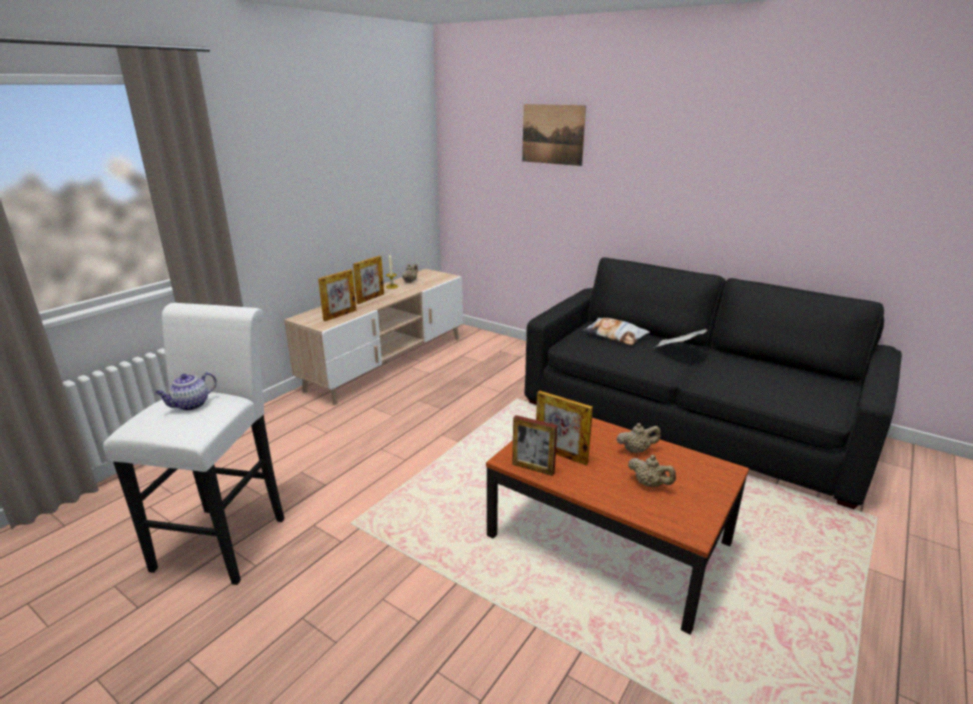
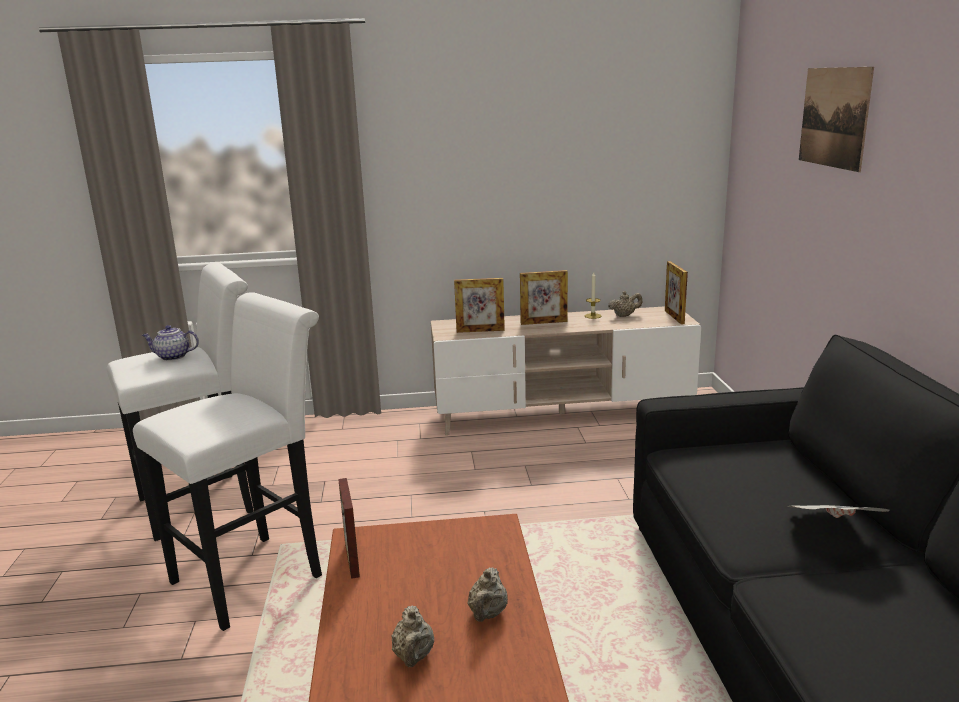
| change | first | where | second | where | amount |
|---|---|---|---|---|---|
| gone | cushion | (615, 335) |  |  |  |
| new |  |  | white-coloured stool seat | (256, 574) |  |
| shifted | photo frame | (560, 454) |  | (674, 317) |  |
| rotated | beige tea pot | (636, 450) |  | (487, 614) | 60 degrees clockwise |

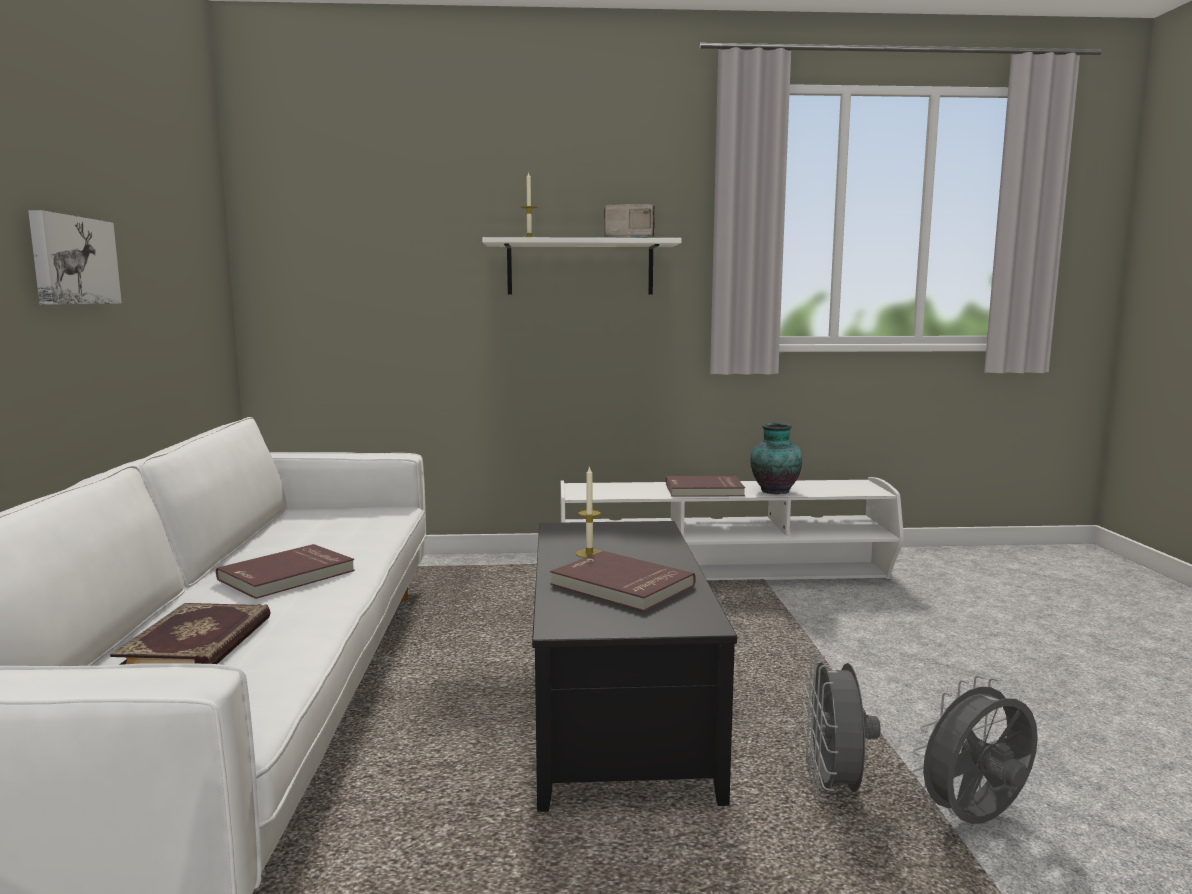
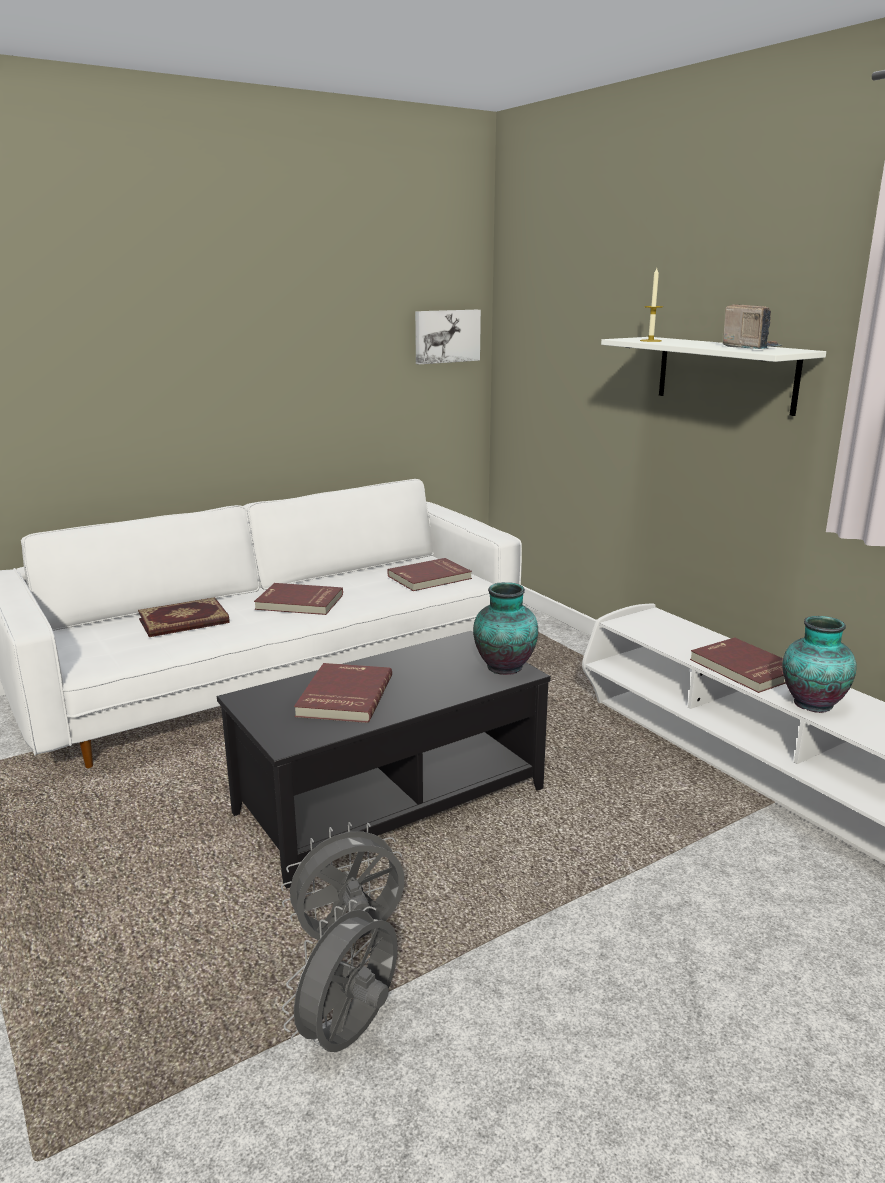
| change | first | where | second | where | amount |
|---|---|---|---|---|---|
| gone | wax candle | (589, 553) |  |  |  |
| new |  |  | red book | (430, 578) |  |
| new |  |  | decorative vase | (504, 668) |  |
| shifted | wall art | (72, 260) |  | (446, 336) |  |
| rotated | grey cooling fan | (975, 821) |  | (351, 1035) | 90 degrees counterclockwise |

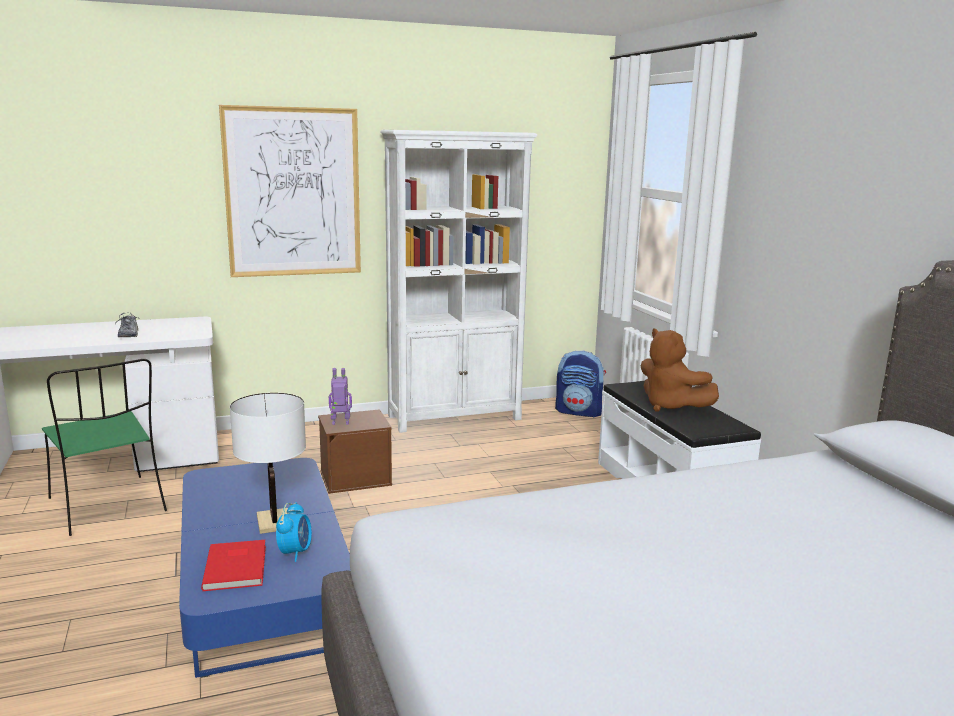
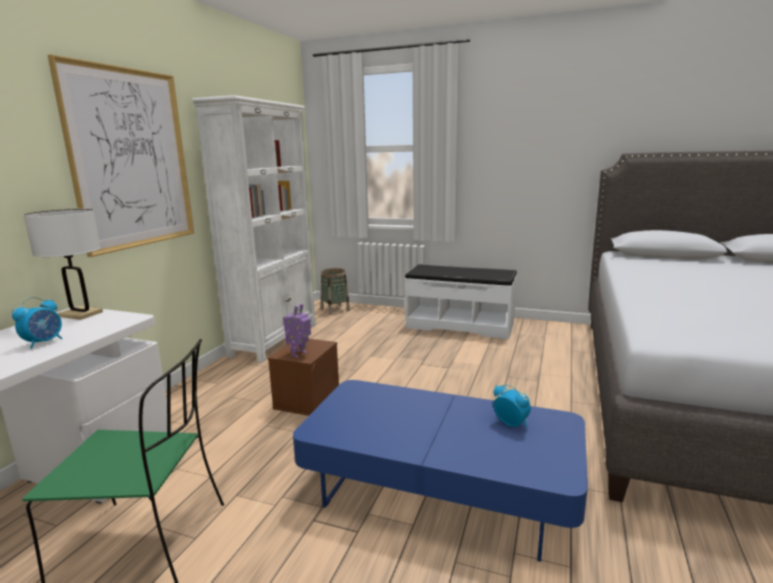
| change | first | where | second | where | amount |
|---|---|---|---|---|---|
| gone | red book | (237, 566) |  |  |  |
| gone | brown soft toy | (670, 406) |  |  |  |
| shifted | white-coloured table lamp | (274, 522) |  | (80, 314) |  |
| swapped | shoe | (129, 334) | bedside clock | (44, 342) |  |
| swapped | backpack | (579, 412) | storage basket | (335, 310) |  |

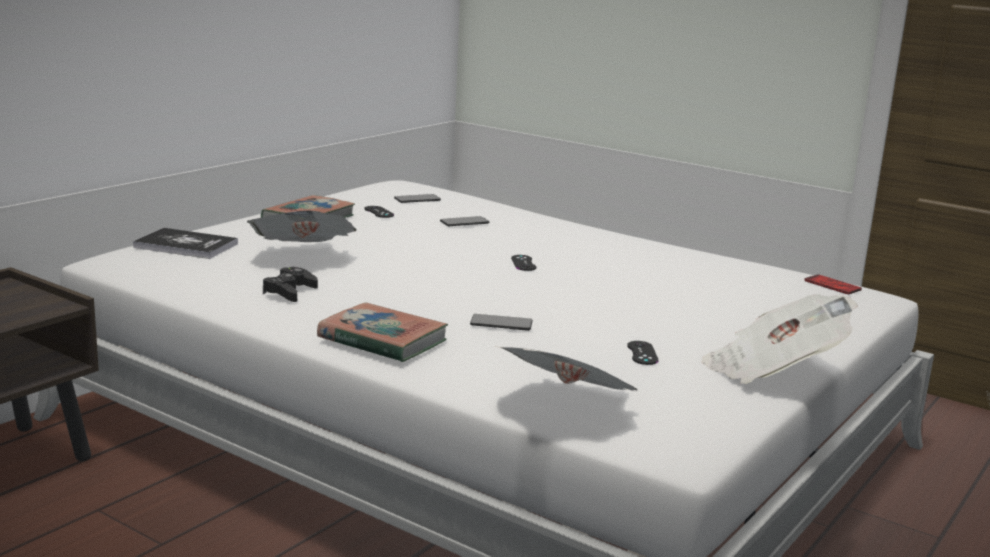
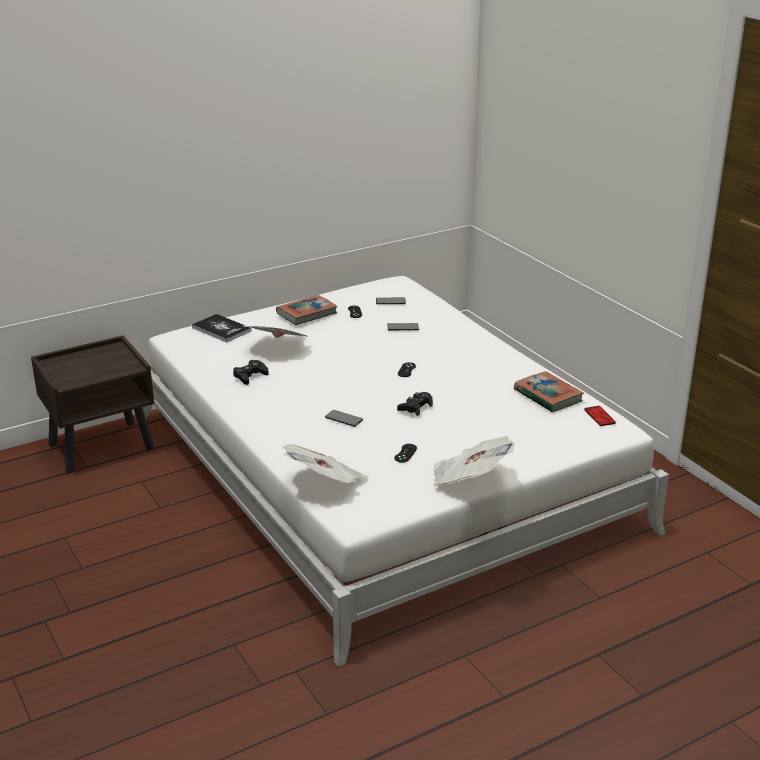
| change | first | where | second | where | amount |
|---|---|---|---|---|---|
| new |  |  | blackish gamepad | (415, 407) |  |
| shifted | book | (382, 340) |  | (548, 396) |  |

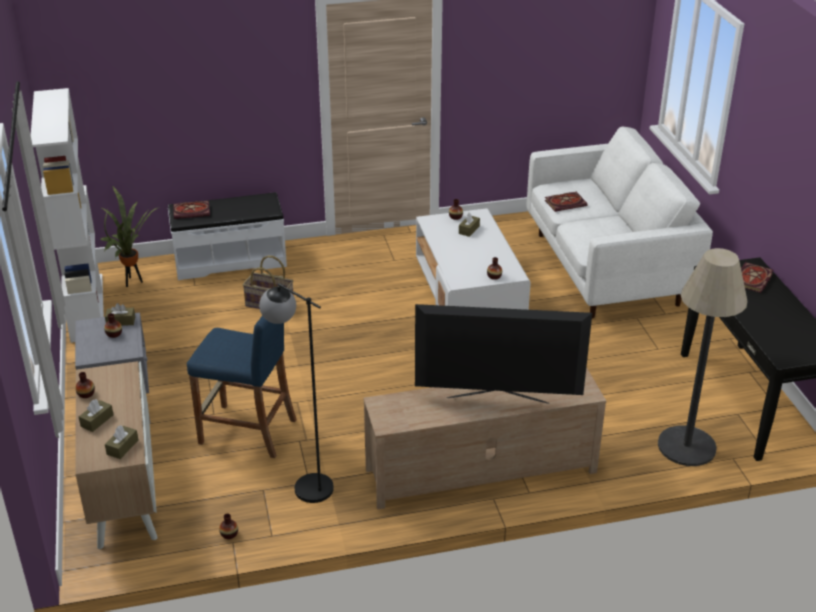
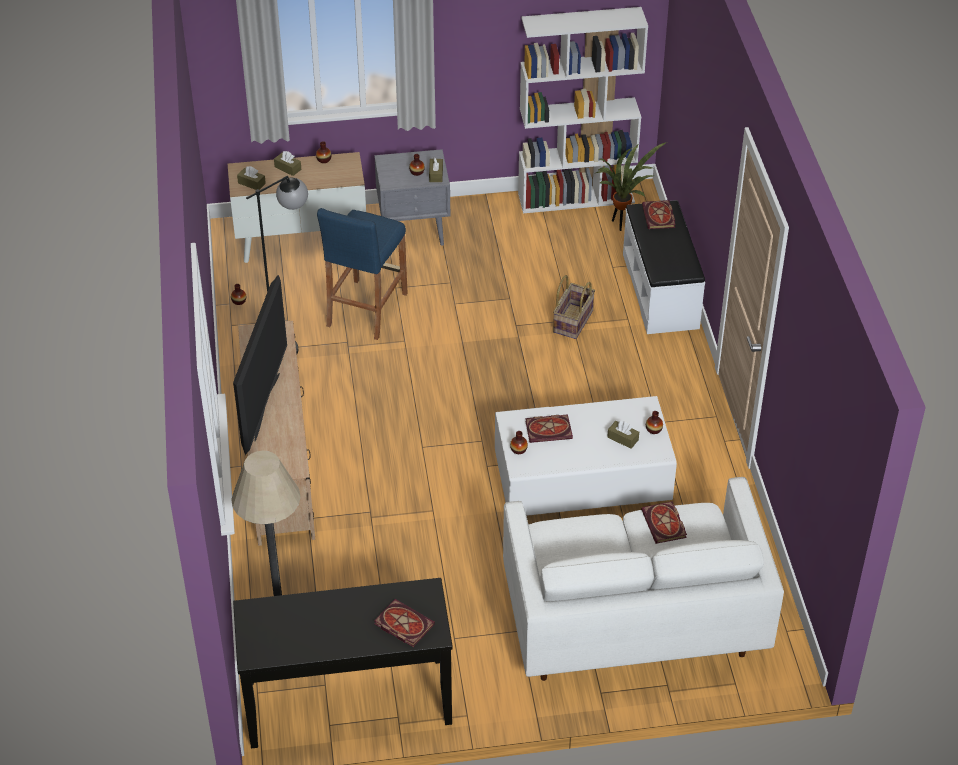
| change | first | where | second | where | amount |
|---|---|---|---|---|---|
| new |  |  | book | (549, 429) |  |

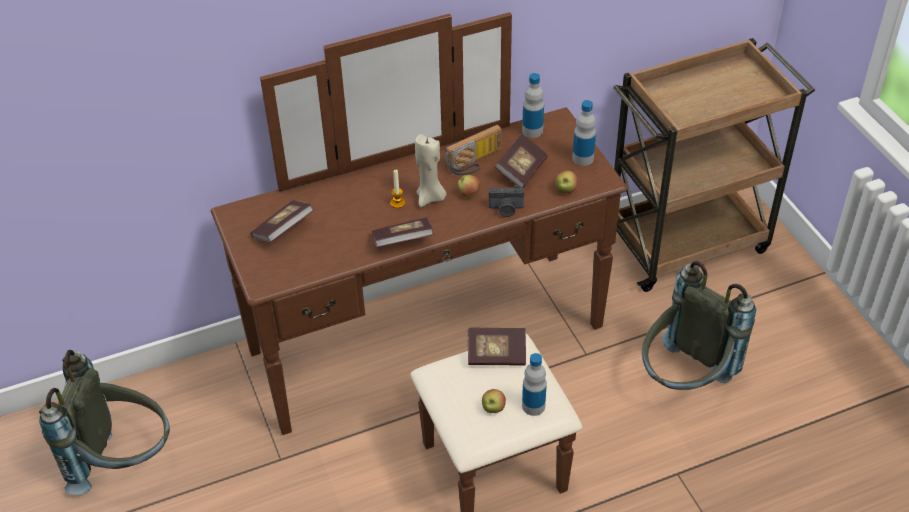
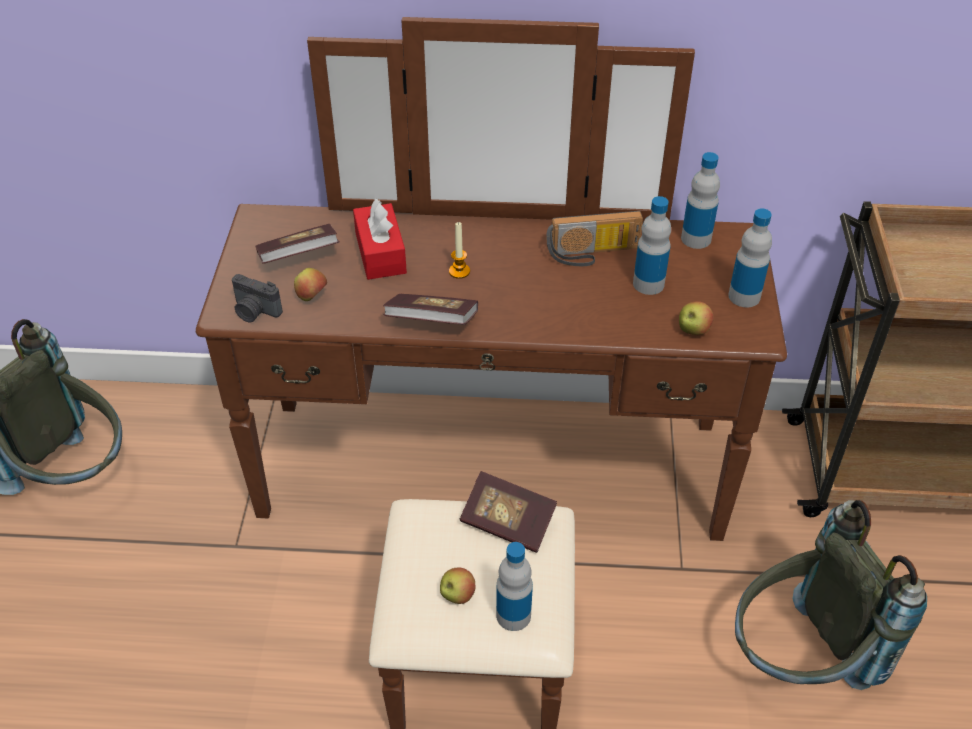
| change | first | where | second | where | amount |
|---|---|---|---|---|---|
| gone | beige wax candle | (430, 198) |  |  |  |
| new |  |  | red box of tissues | (380, 253) |  |
| shifted | apple fruit | (469, 194) |  | (312, 297) |  |
| shifted | photo camera | (506, 209) |  | (255, 312) |  |
| swapped | book | (521, 170) | bottle | (648, 284) |  |

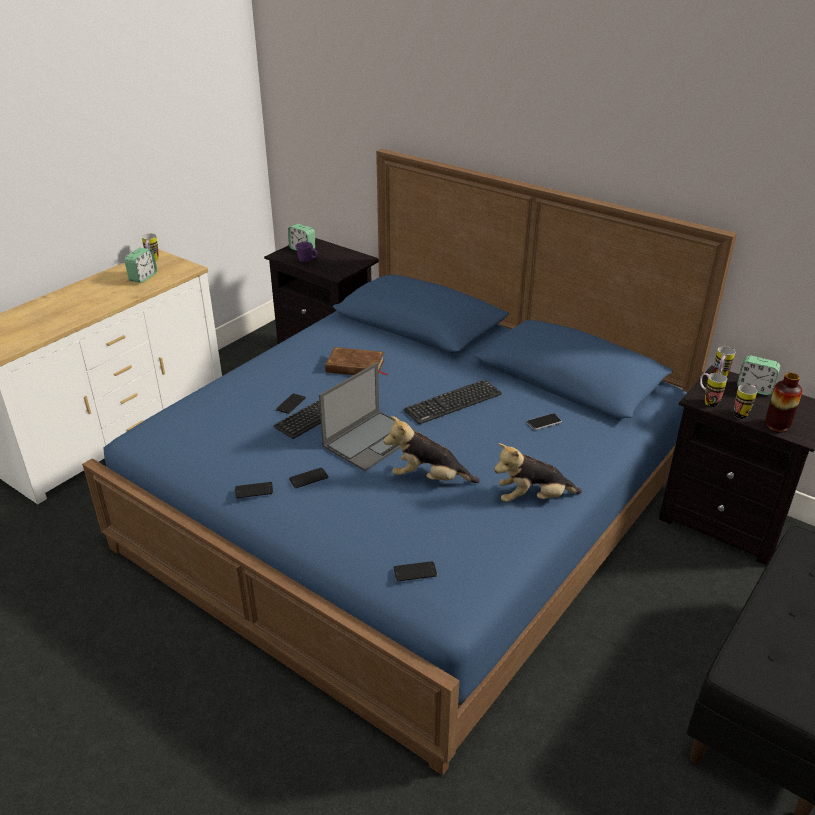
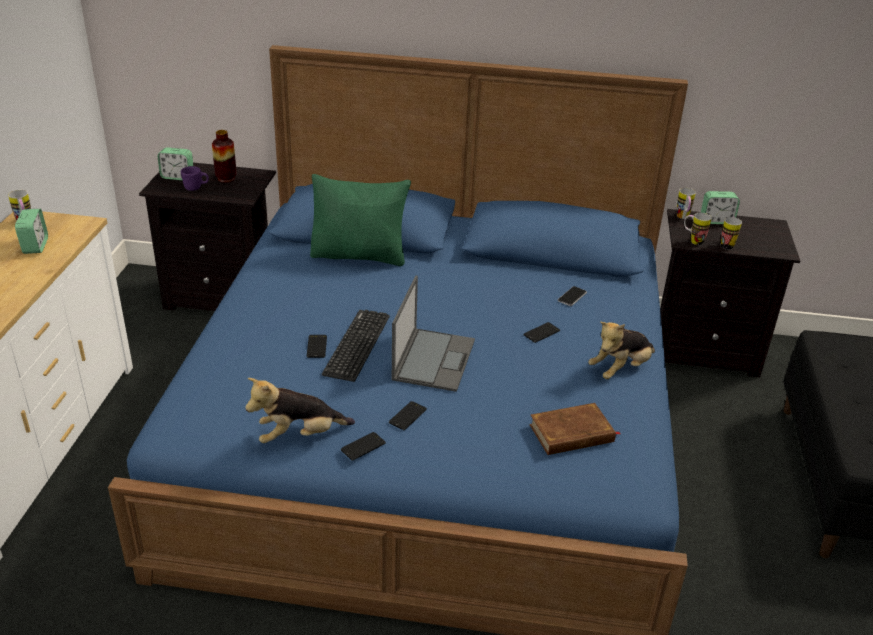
| change | first | where | second | where | amount |
|---|---|---|---|---|---|
| gone | PC keyboard | (453, 402) |  |  |  |
| new |  |  | greenish cushion | (359, 255) |  |
| shifted | brown book | (355, 366) |  | (572, 434) |  |
| shifted | soft toy | (429, 478) |  | (299, 435) |  |
| shifted | phone | (415, 572) |  | (541, 333) |  |
| shifted | decorative vase | (776, 426) |  | (226, 179) |  |

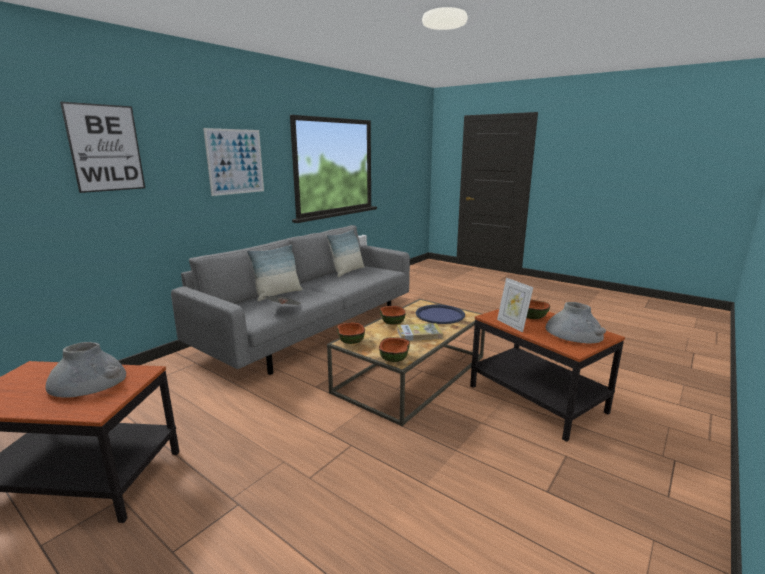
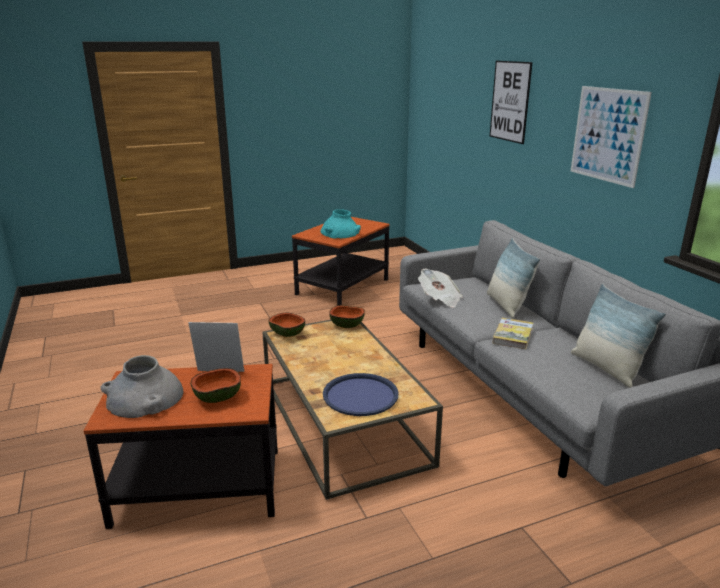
| change | first | where | second | where | amount |
|---|---|---|---|---|---|
| gone | deep dish | (392, 322) |  |  |  |
| shifted | book | (419, 334) |  | (513, 335) |  |
| repainted | grey decorative vase | (88, 382) | turquoise-coloured decorative vase | (340, 233) |  |

